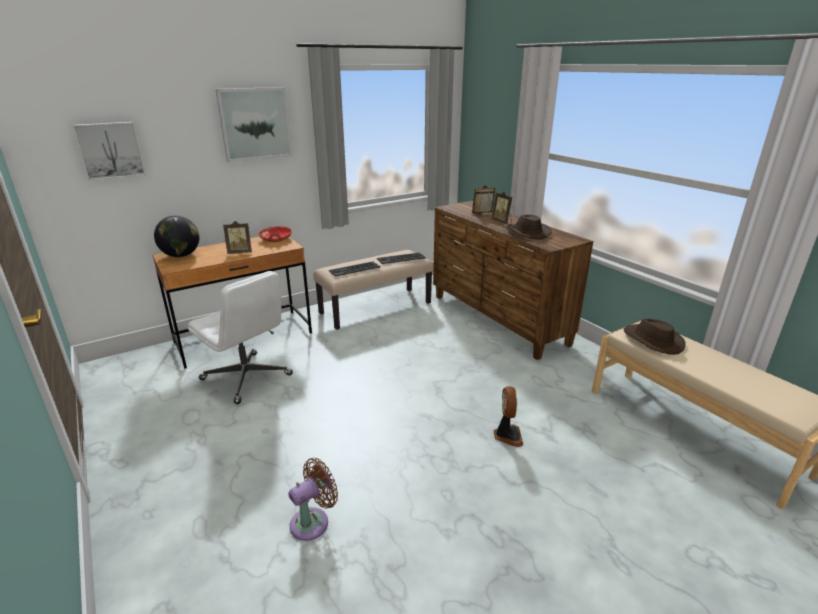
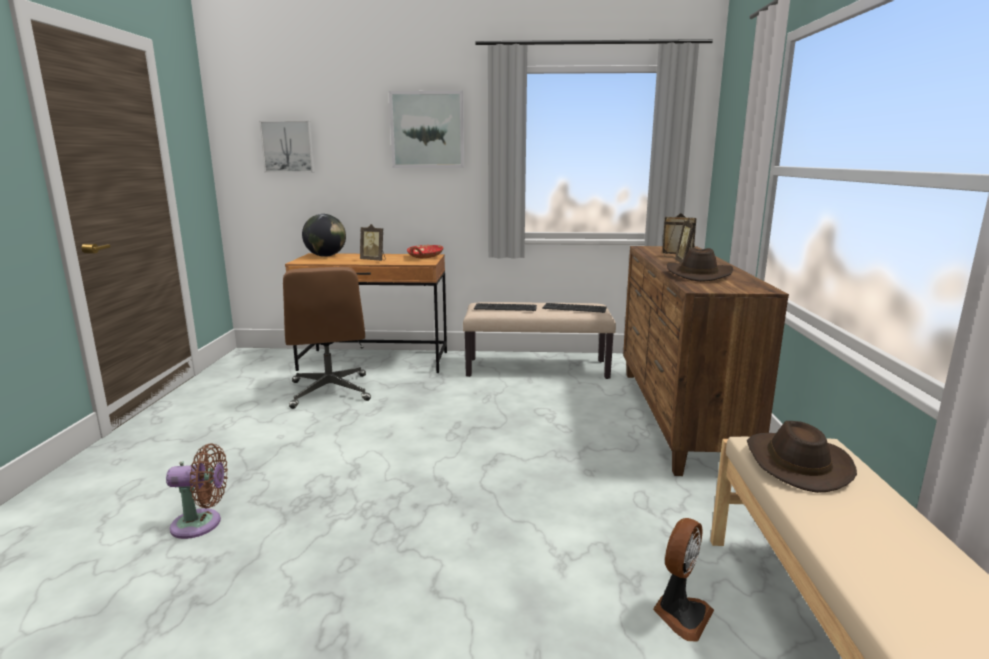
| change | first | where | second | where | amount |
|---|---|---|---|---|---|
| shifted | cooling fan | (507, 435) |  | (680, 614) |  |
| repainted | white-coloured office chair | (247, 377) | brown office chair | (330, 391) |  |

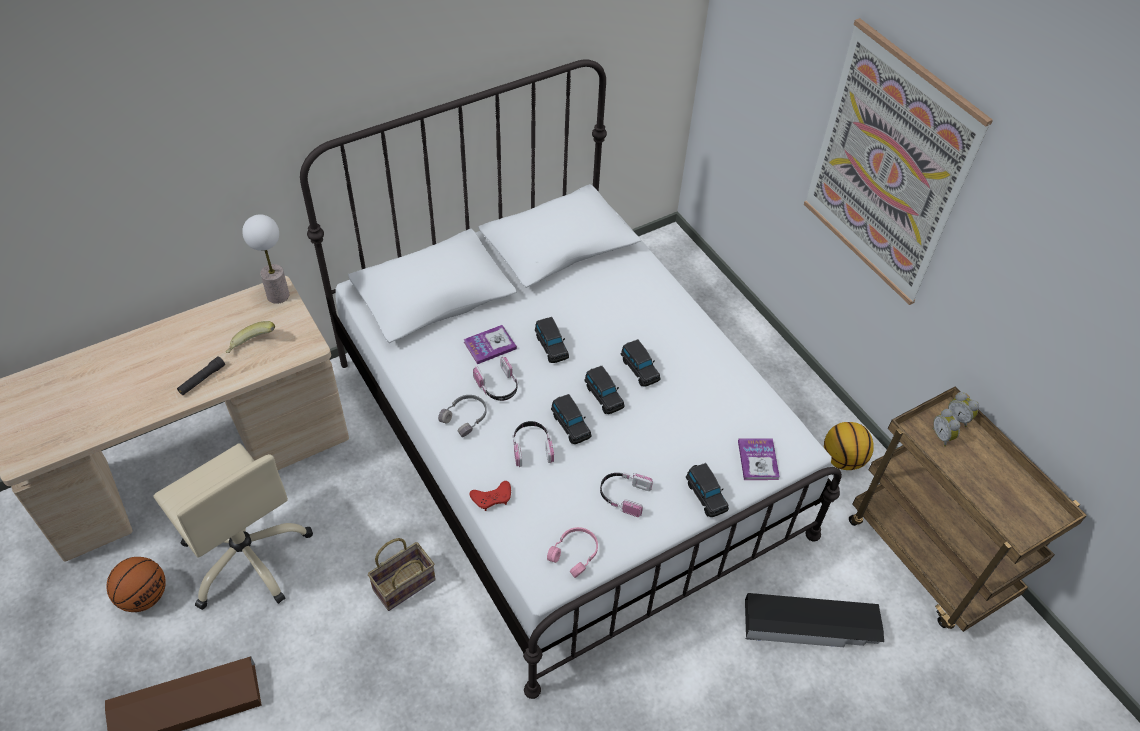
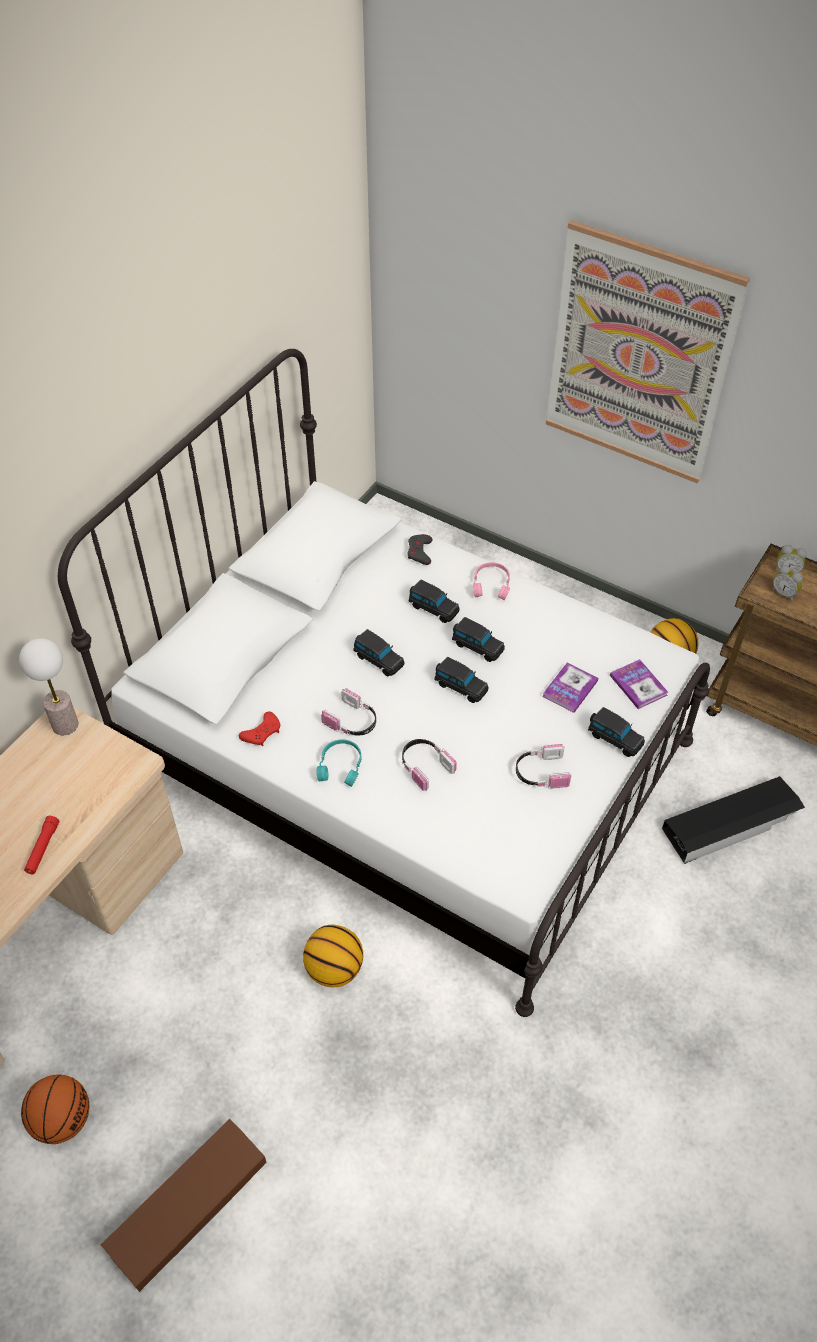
| change | first | where | second | where | amount |
|---|---|---|---|---|---|
| gone | beige office chair | (247, 555) |  |  |  |
| gone | whole banana | (252, 346) |  |  |  |
| new |  |  | grey gamepad | (419, 552) |  |
| shifted | book | (490, 345) |  | (570, 688) |  |
| shifted | red gamepad | (492, 498) |  | (262, 732) |  |
| shifted | pink headset | (575, 554) |  | (492, 585) |  |
| shifted | blackish toy car | (570, 425) |  | (433, 608) |  |
| swapped | storage basket | (404, 583) | ball for basketball | (334, 968) |  |
| repainted | blackish hand torch | (202, 379) | red hand torch | (42, 848) |  |
| repainted | grey headset | (466, 417) | turquoise-coloured headset | (341, 766) |  |

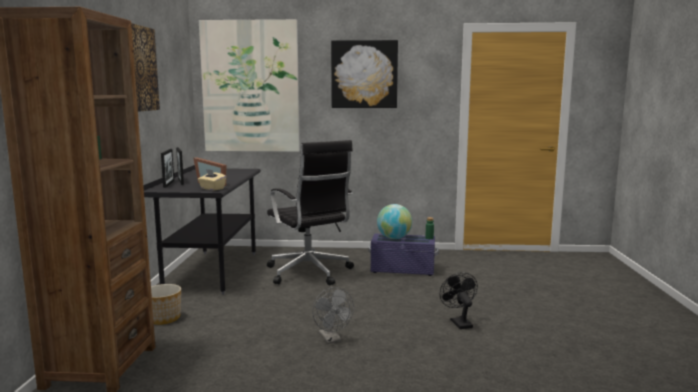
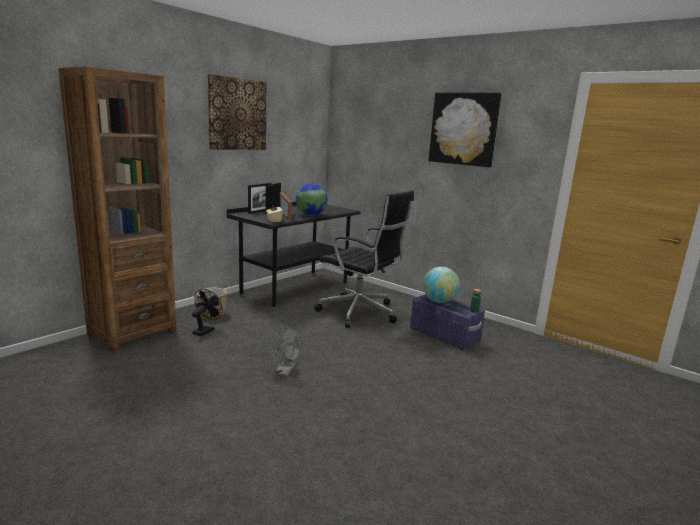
| change | first | where | second | where | amount |
|---|---|---|---|---|---|
| gone | wall art | (250, 87) |  |  |  |
| new |  |  | desk globe | (311, 215) |  |
| shifted | blackish cooling fan | (459, 322) |  | (206, 330) |  |
| rotated | blackish office chair | (310, 273) |  | (360, 313) | 60 degrees counterclockwise |

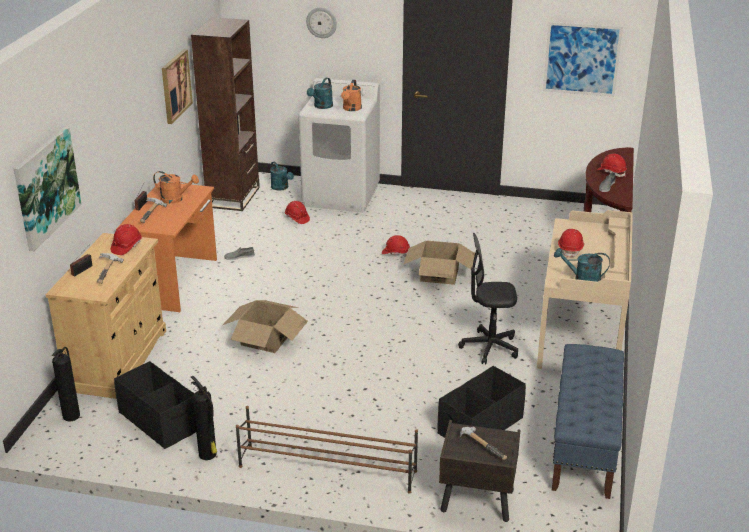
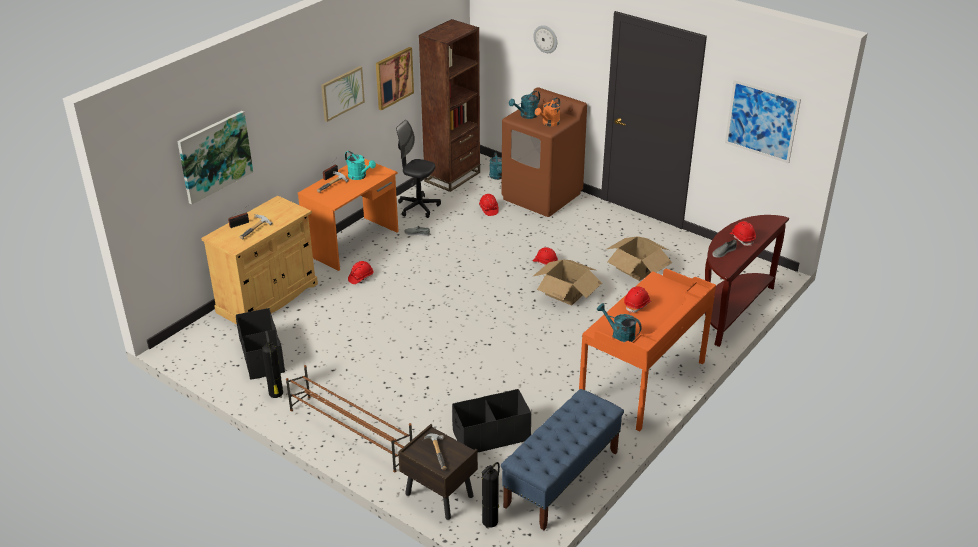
| change | first | where | second | where | amount |
|---|---|---|---|---|---|
| new |  |  | wall art | (342, 93) |  |
| shifted | fire extinguisher | (72, 415) |  | (490, 520) |  |
| shifted | red work helmet | (126, 247) |  | (361, 277) |  |
| shifted | carton | (266, 338) |  | (637, 268) |  |
| shifted | blackish office chair | (489, 347) |  | (418, 207) |  |
| repainted | orange watering pot | (176, 199) | turquoise-coloured watering pot | (360, 176) |  |
| repainted | white-coloured laundry appliance | (341, 195) | brown laundry appliance | (542, 196) |  |
| repainted | beige desk | (581, 333) | orange desk | (643, 381) |  |

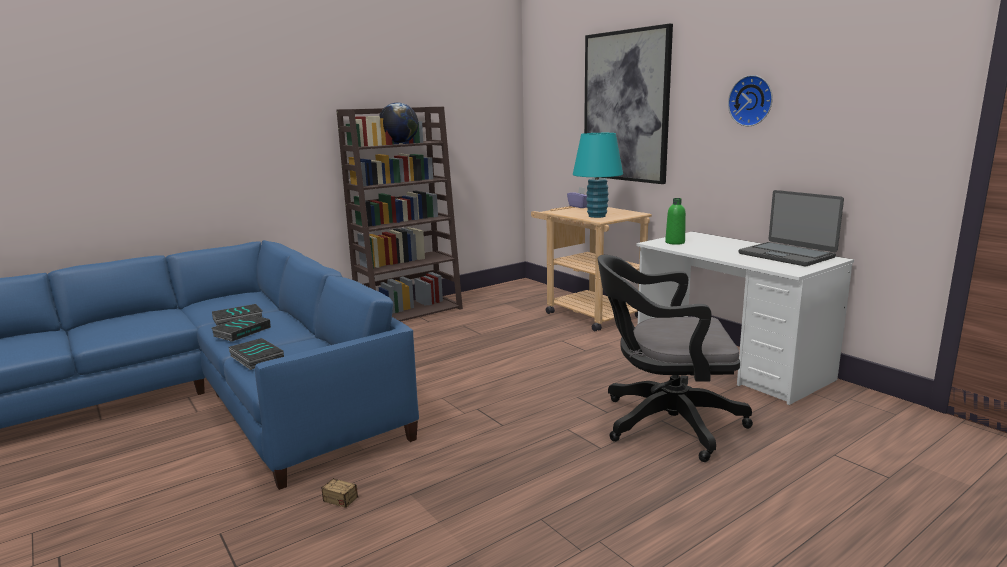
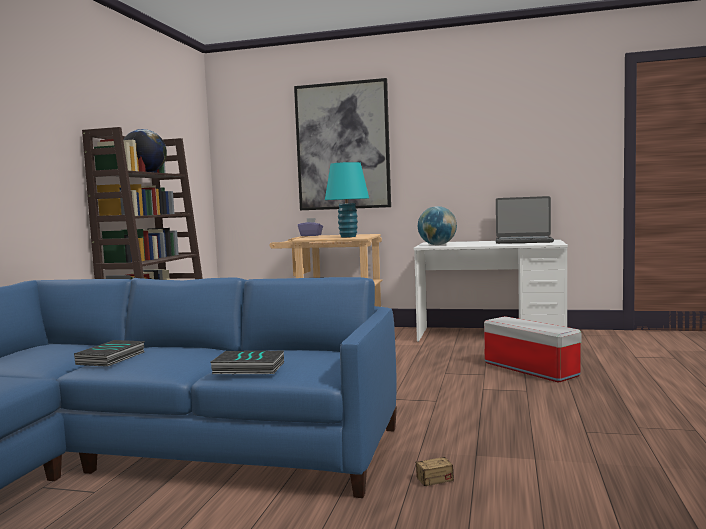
| change | first | where | second | where | amount |
|---|---|---|---|---|---|
| gone | book | (242, 331) |  |  |  |
| gone | hanging clock | (752, 100) |  |  |  |
| swapped | blackish office chair | (664, 423) | storage container | (528, 369) |  |
| swapped | greenish bottle | (675, 242) | desk globe | (437, 245) |  |

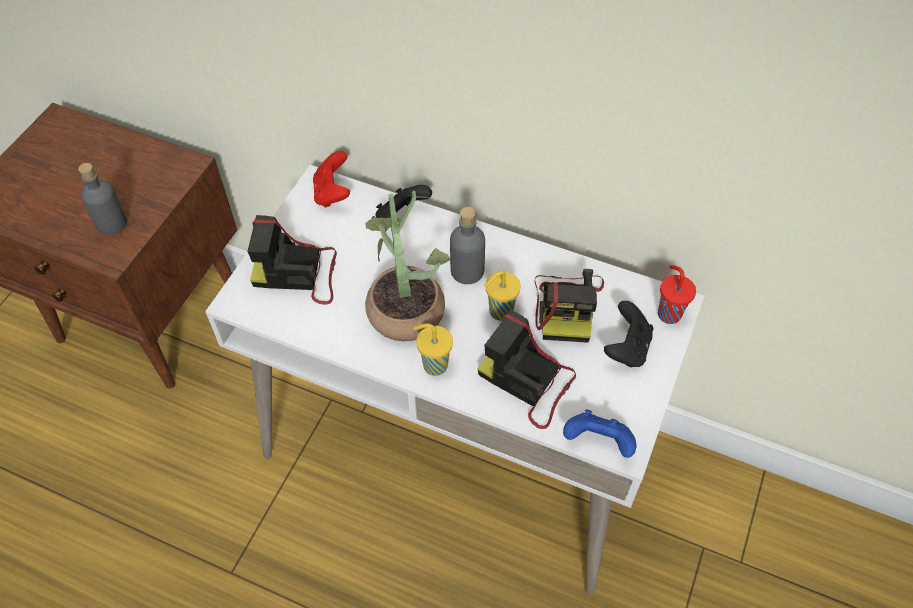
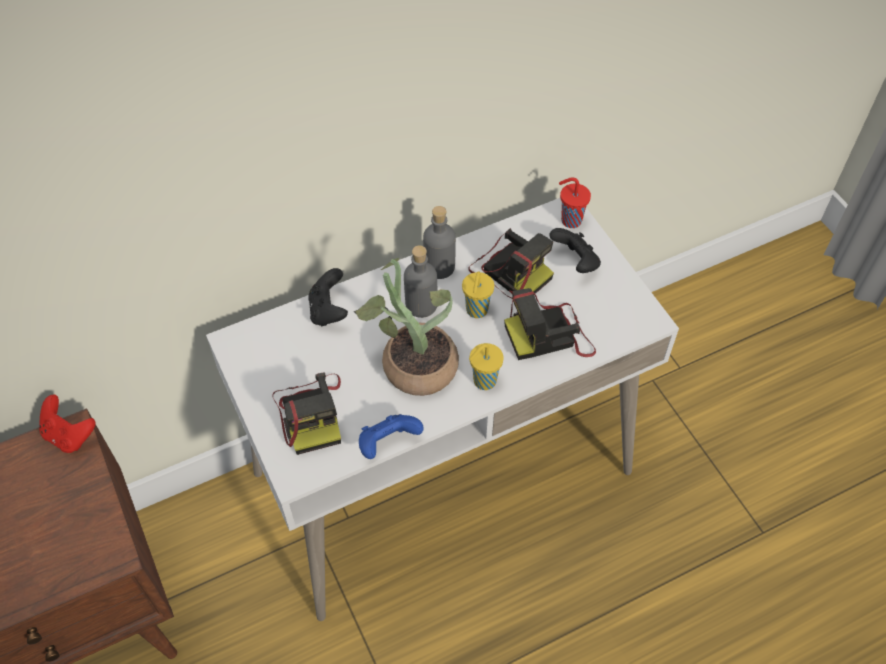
| change | first | where | second | where | amount |
|---|---|---|---|---|---|
| shifted | grey bottle | (112, 223) |  | (439, 266) |  |
| shifted | red gamepad | (332, 193) |  | (70, 435) |  |
| shifted | blue gamepad | (598, 442) |  | (388, 444) |  |
| rotated | photo camera | (298, 273) |  | (311, 413) | 60 degrees counterclockwise |

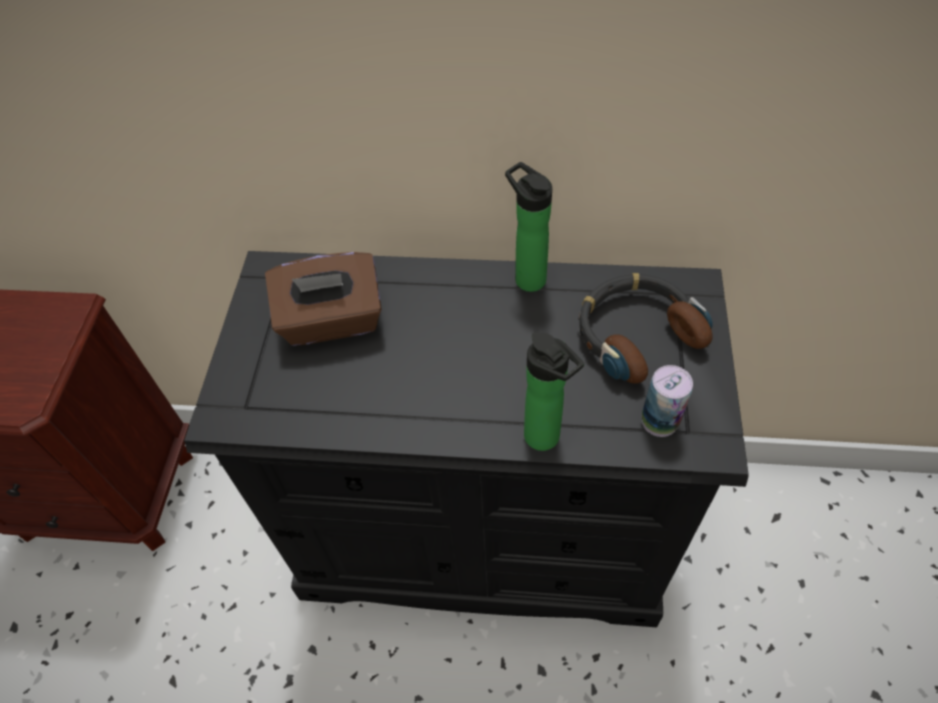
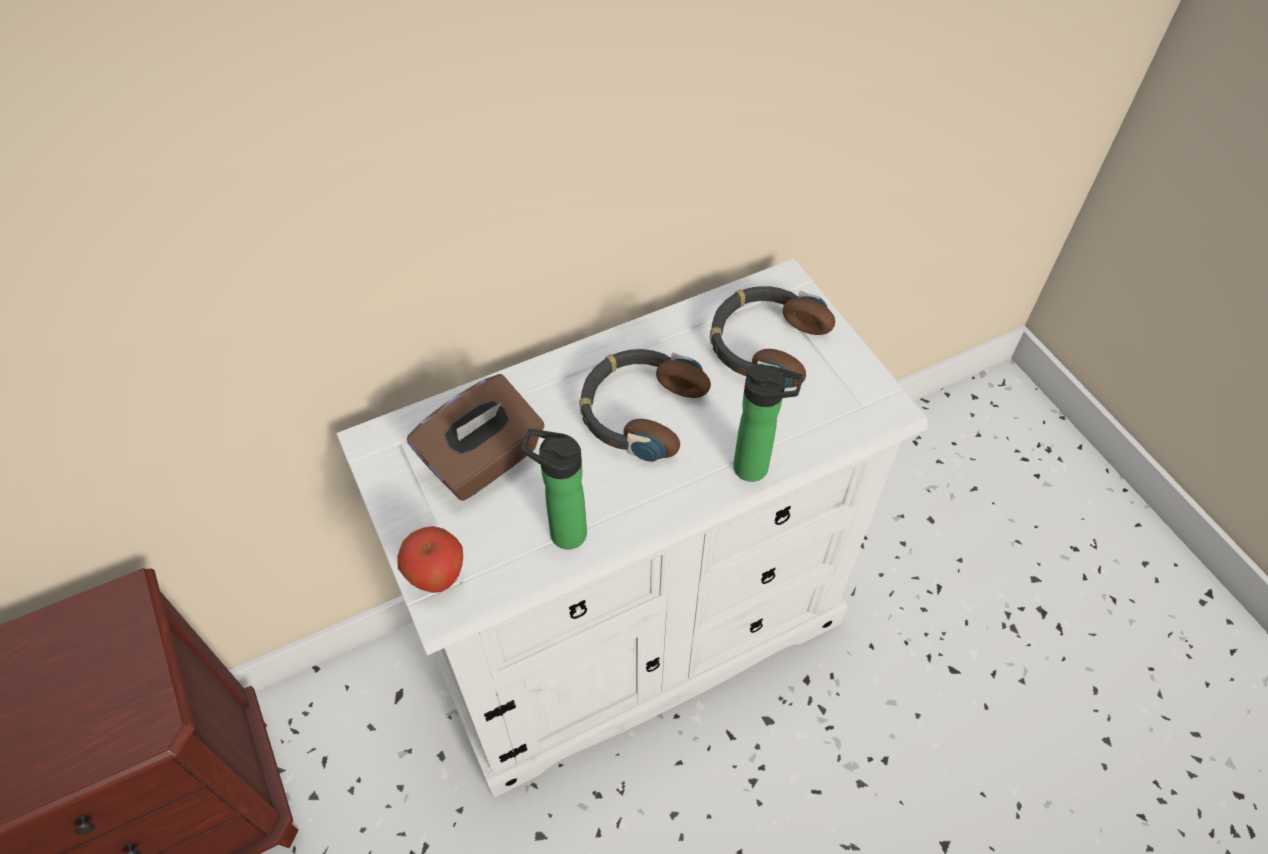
| change | first | where | second | where | amount |
|---|---|---|---|---|---|
| gone | metal can | (659, 421) |  |  |  |
| new |  |  | apple fruit | (437, 578) |  |
| new |  |  | headset | (639, 410) |  |
| shifted | bottle | (526, 277) |  | (562, 532) |  |
| repainted | blackish drawer chest | (482, 532) | white-coloured drawer chest | (634, 628) |  |

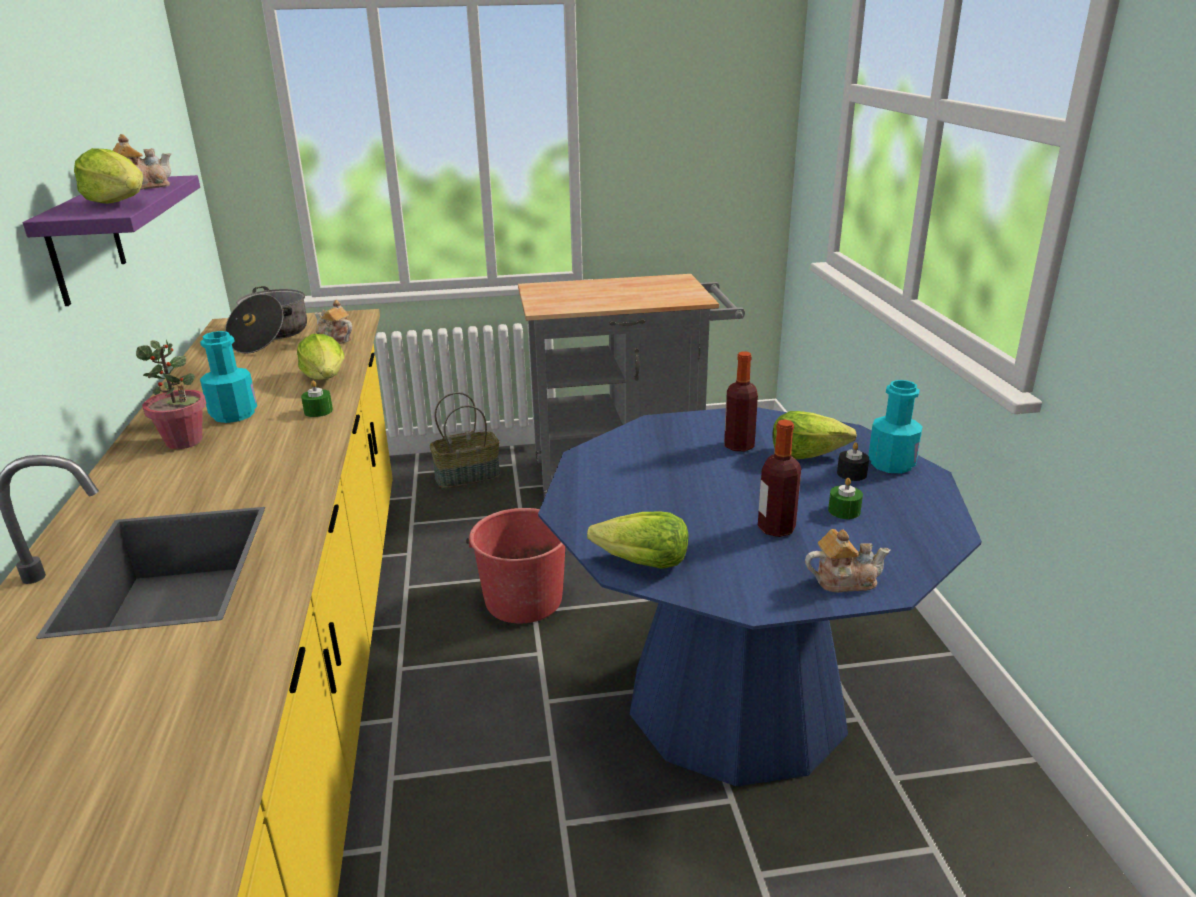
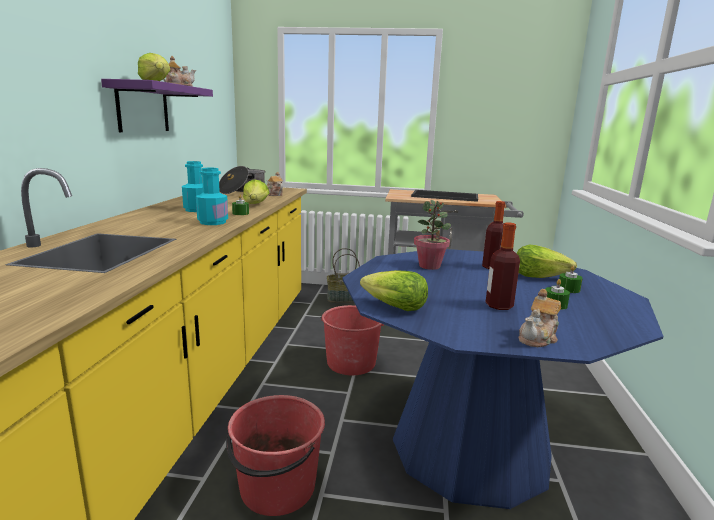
| change | first | where | second | where | amount |
|---|---|---|---|---|---|
| new |  |  | red water bucket | (277, 488) |  |
| new |  |  | tray | (445, 196) |  |
| shifted | potted plant | (184, 441) |  | (429, 266) |  |
| shifted | turquoise-coloured bottle | (891, 464) |  | (213, 222) |  |
| repainted | blackish wax candle | (851, 473) | greenish wax candle | (568, 289) |  |
| rotated | tea pot | (843, 581) |  | (538, 338) | 120 degrees clockwise |

